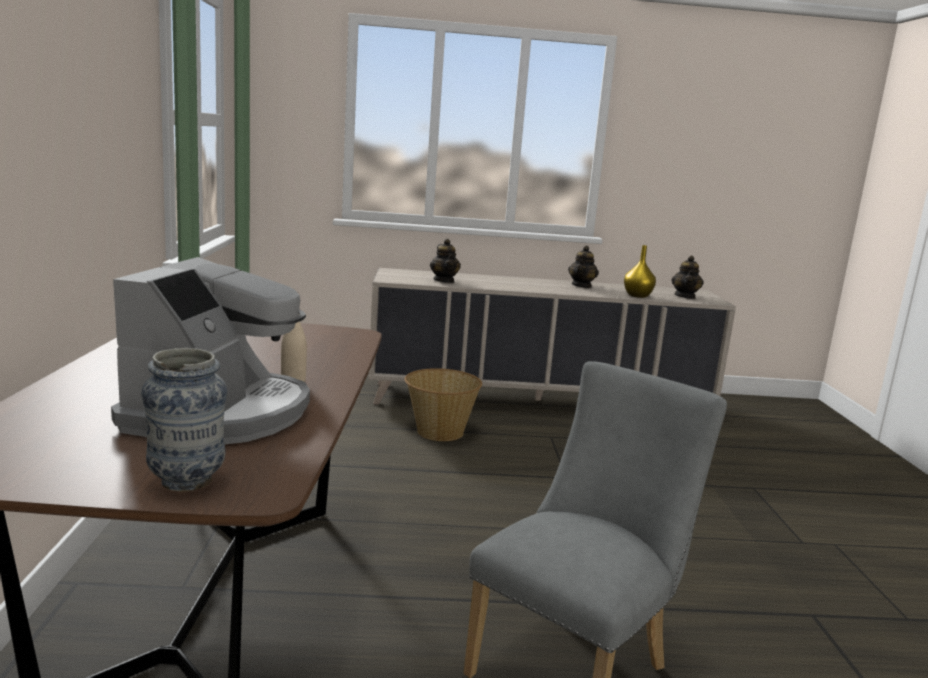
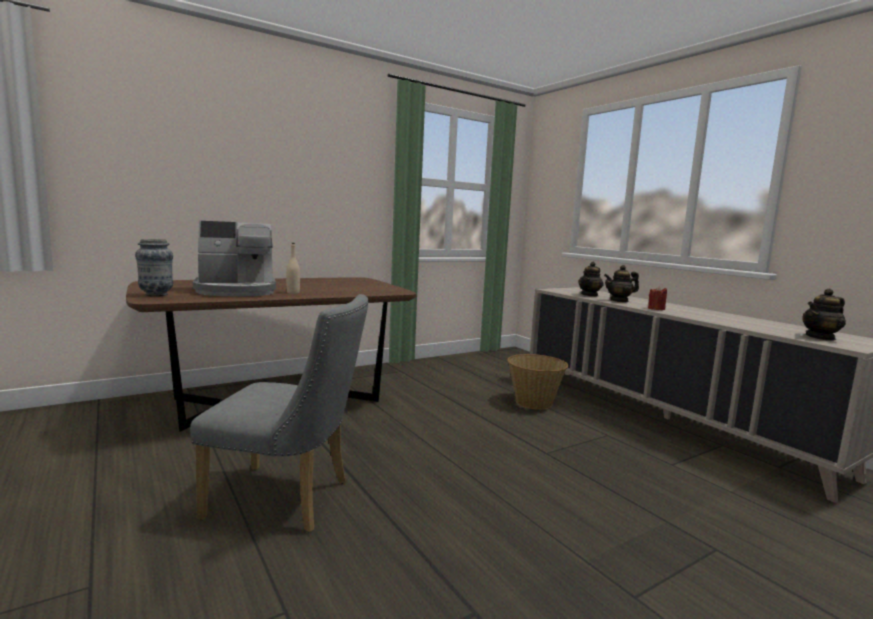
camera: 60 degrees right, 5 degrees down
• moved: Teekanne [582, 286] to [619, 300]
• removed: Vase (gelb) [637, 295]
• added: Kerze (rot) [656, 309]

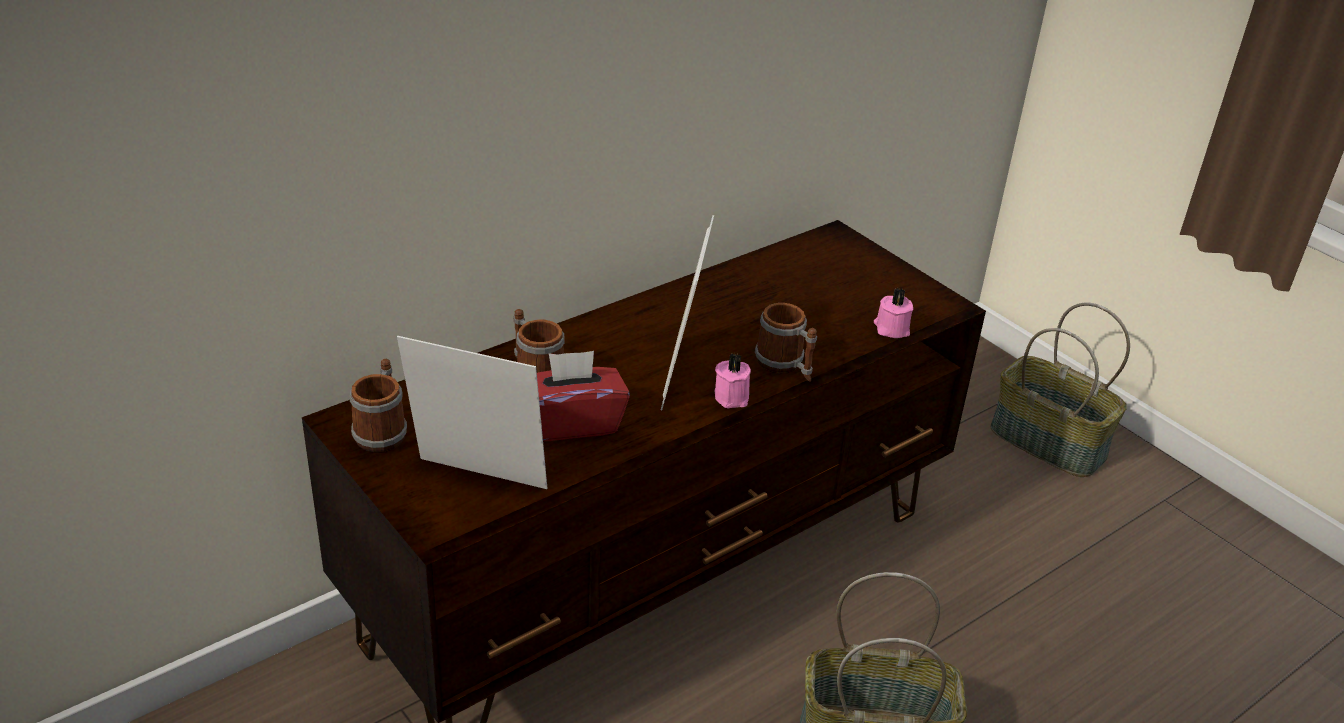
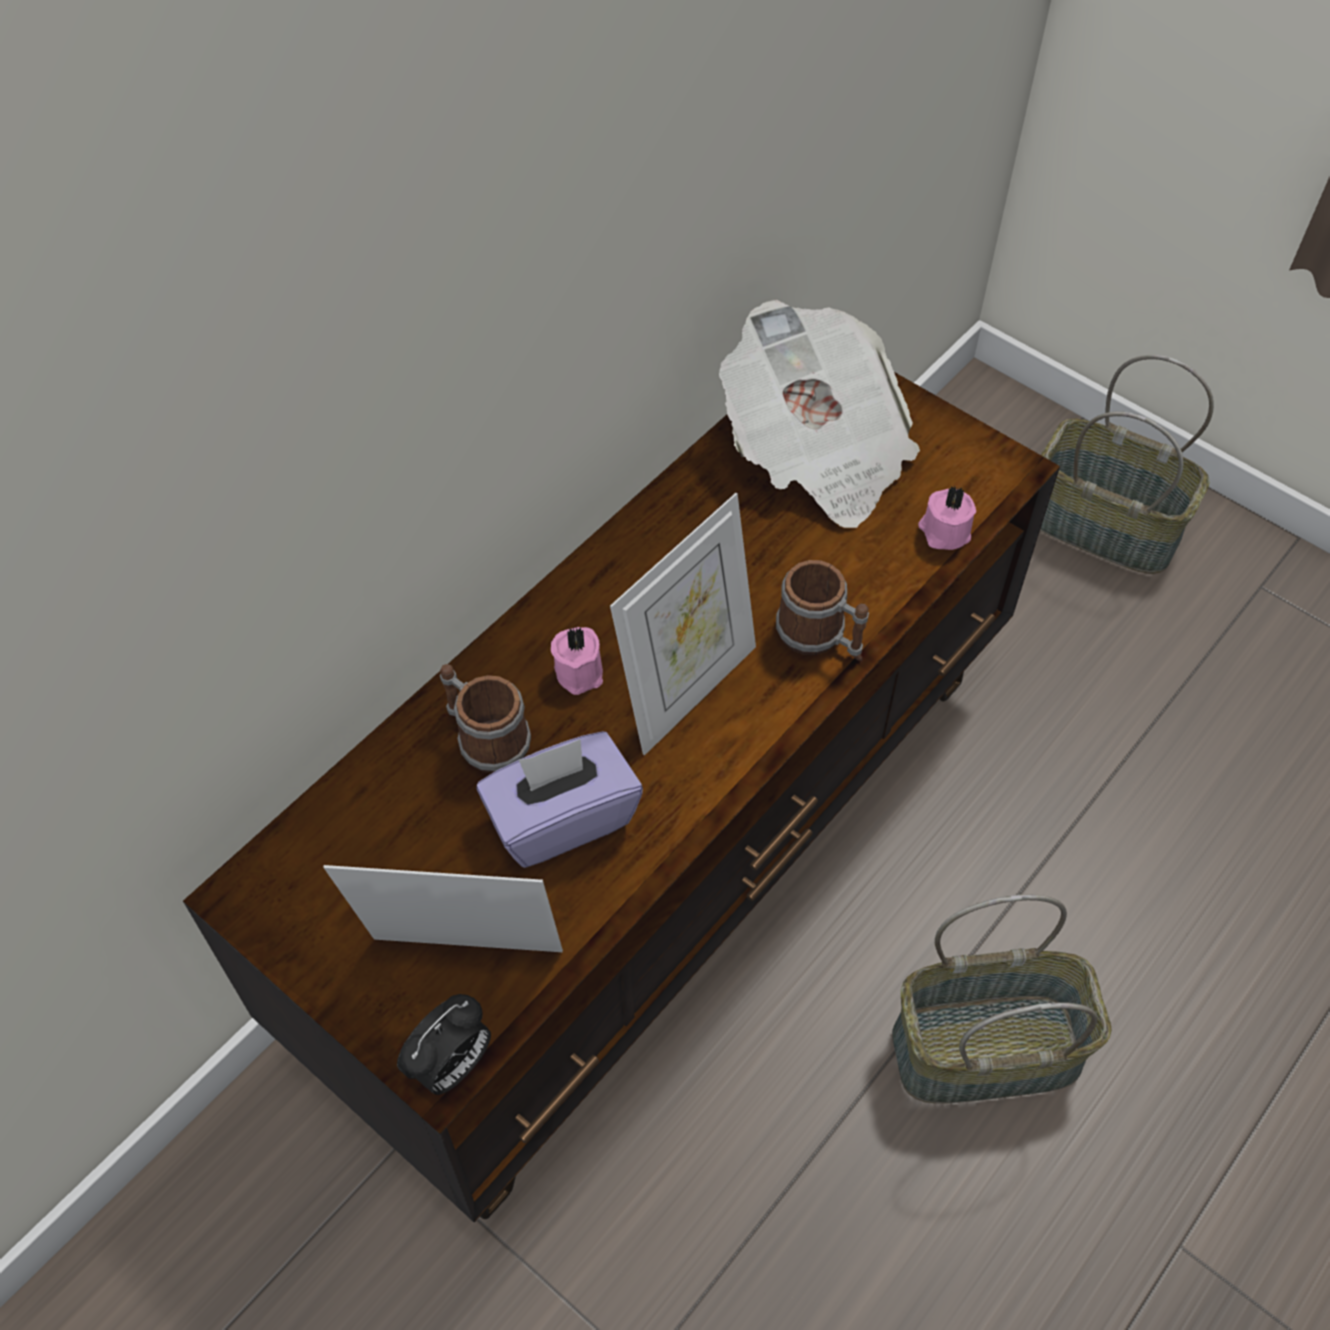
camera: 10 degrees left, 20 degrees up
• removed: Henkelbecher [382, 431]
• recoloured: Taschentuchbox (rot) [572, 423] to Taschentuchbox (lila) [561, 818]
• turned: Bilderrahmen [682, 375] = [687, 689] 135 degrees counterclockwise
• moved: Kerze (rosa) [733, 396] to [580, 670]
• added: Wecker [451, 1066]
• added: Zeitung [816, 451]

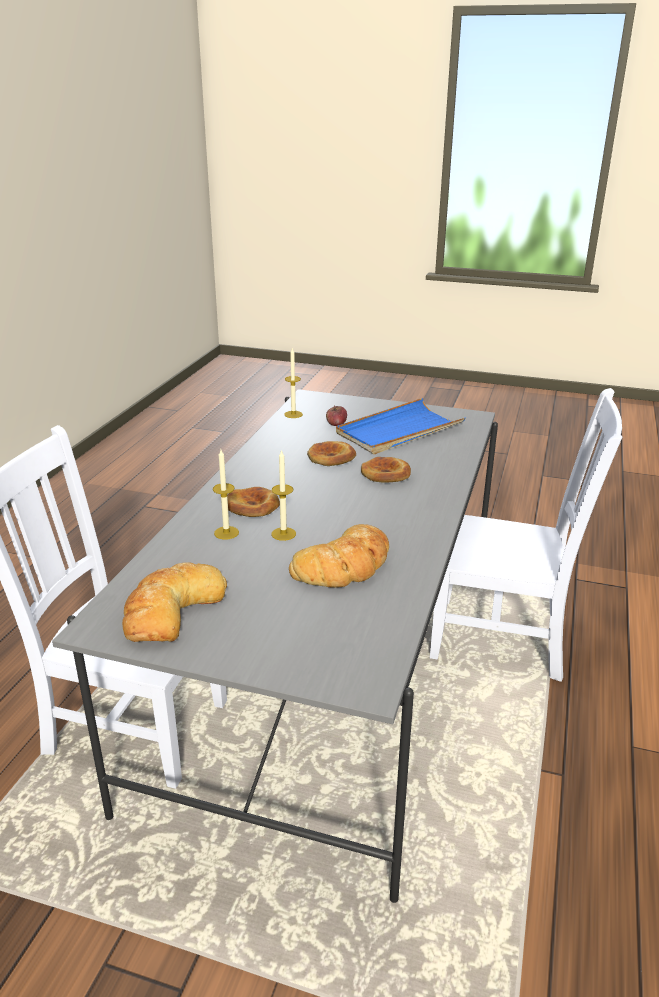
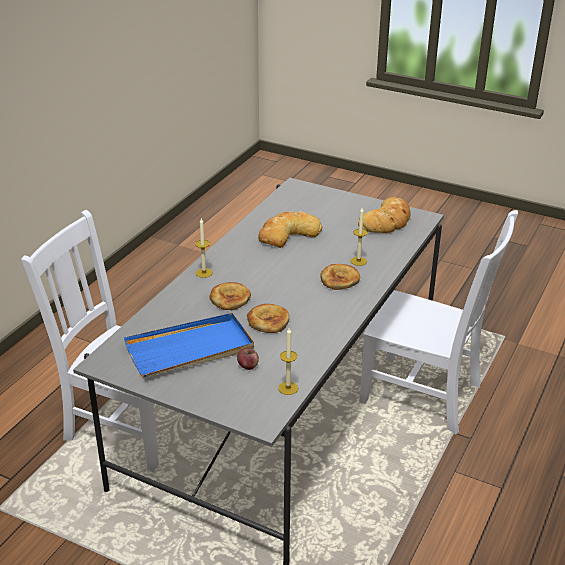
camera: 170 degrees left, 5 degrees up
• moved: Kerze [283, 534] to [204, 273]

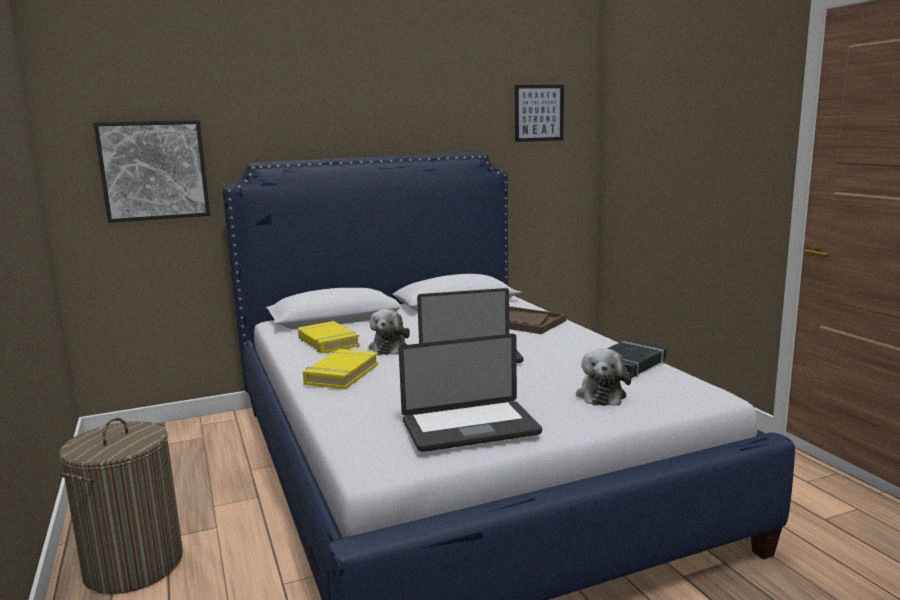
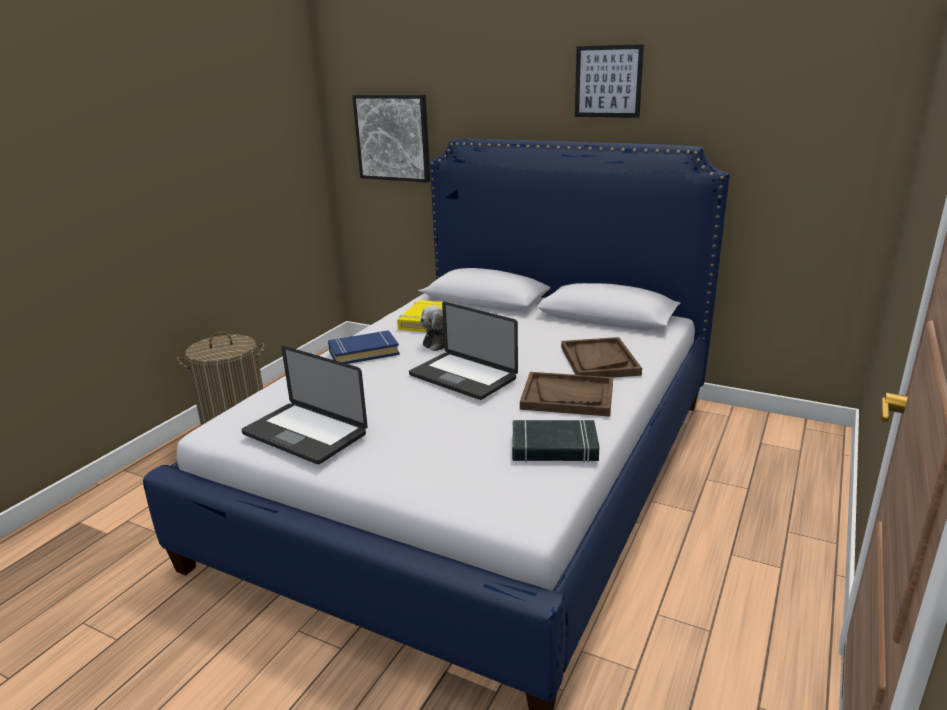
camera: 50 degrees right, 10 degrees up
• recoloured: Buch (gelb) [341, 374] to Buch (blau) [363, 352]
• moved: Bild [539, 113] to [608, 81]
• removed: Plüschtier [601, 395]
• added: Tablett (braun) [568, 396]

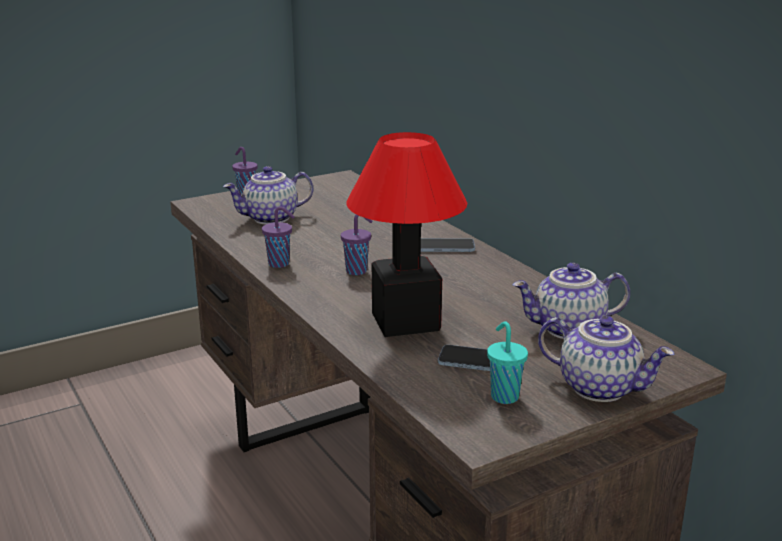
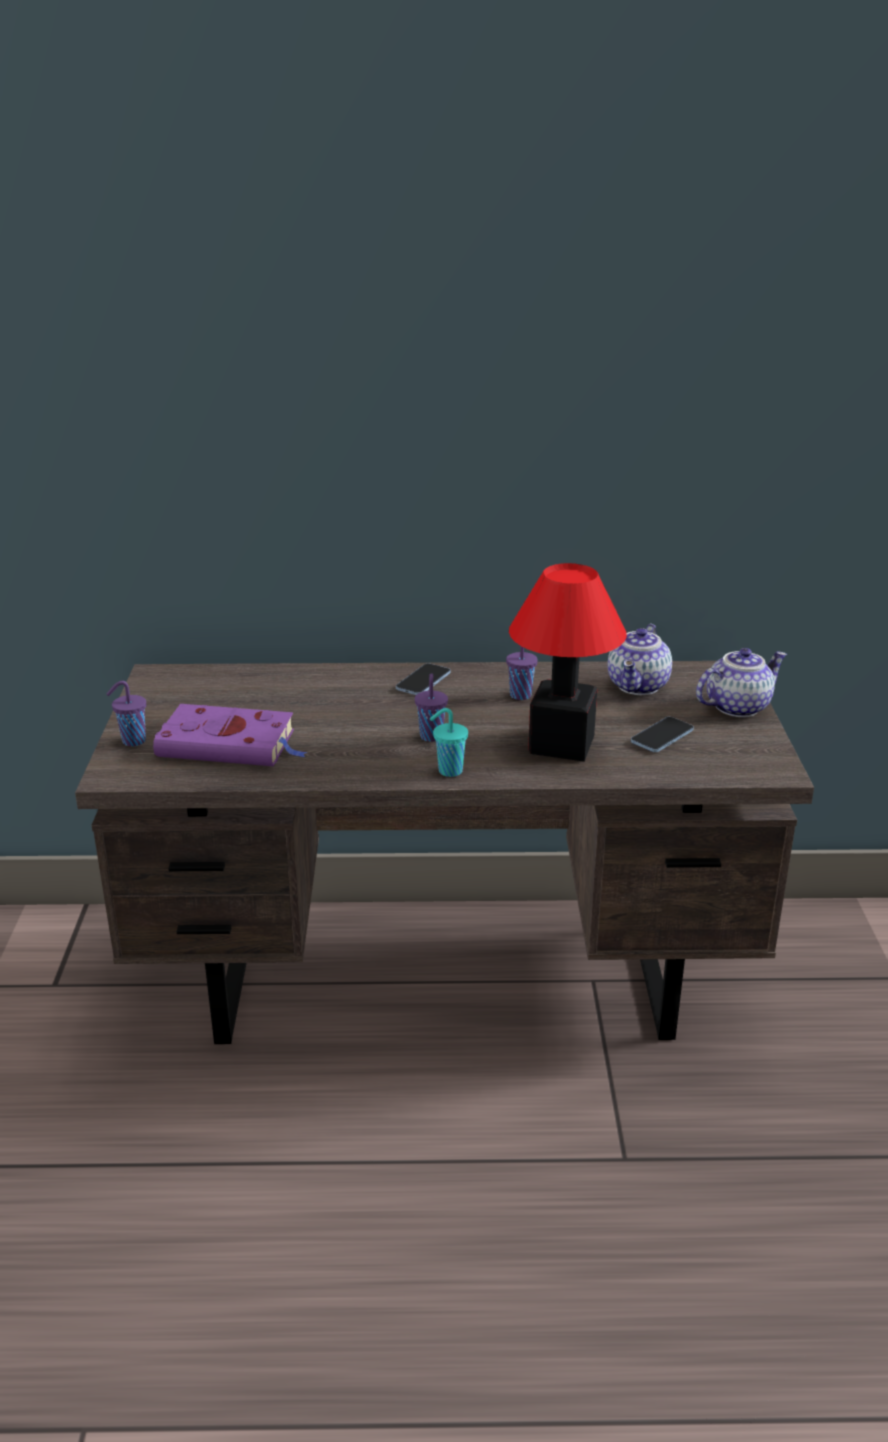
camera: 60 degrees left, 5 degrees up
• replaced: Teekanne [270, 219] to Buch (lila) [230, 744]
• moved: Tasse (lila) [280, 264] to [521, 695]
• moved: Tasse (türkis) [503, 396] to [448, 771]

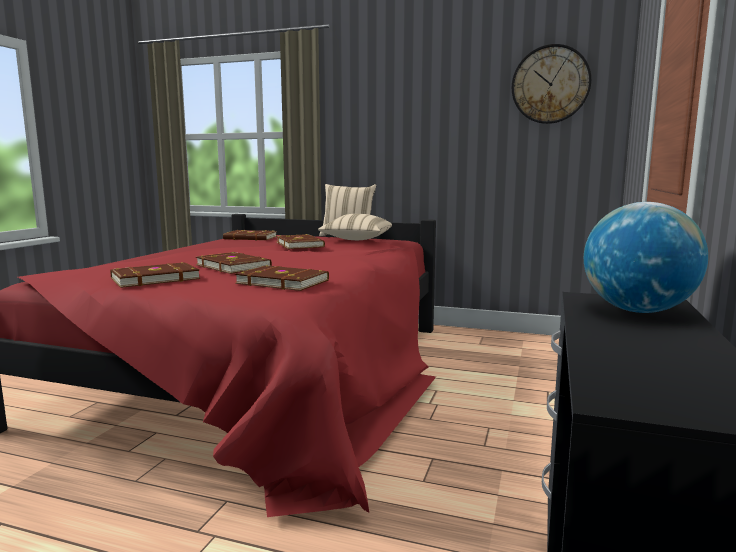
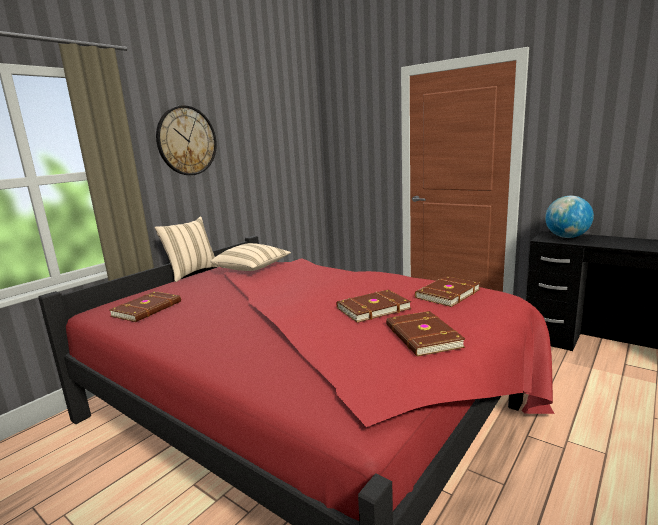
camera: 70 degrees left, 5 degrees up
• removed: Buch (braun) [300, 244]
• moved: Wanduhr [550, 84] to [186, 141]

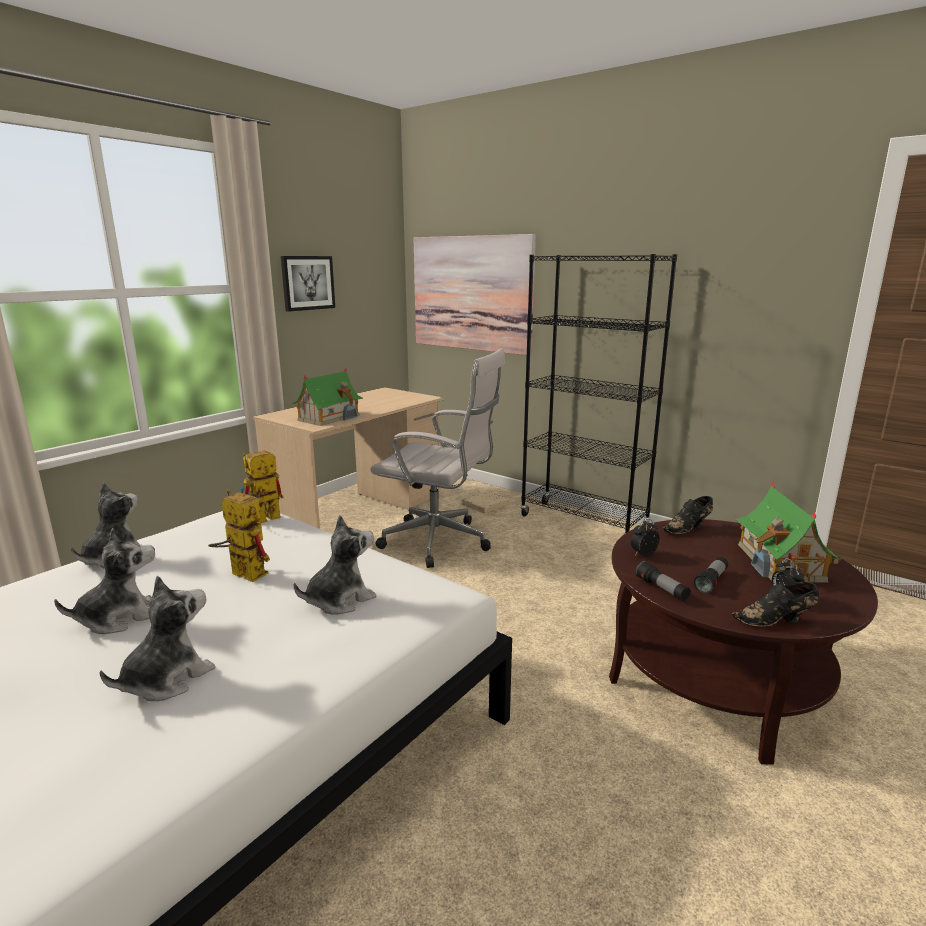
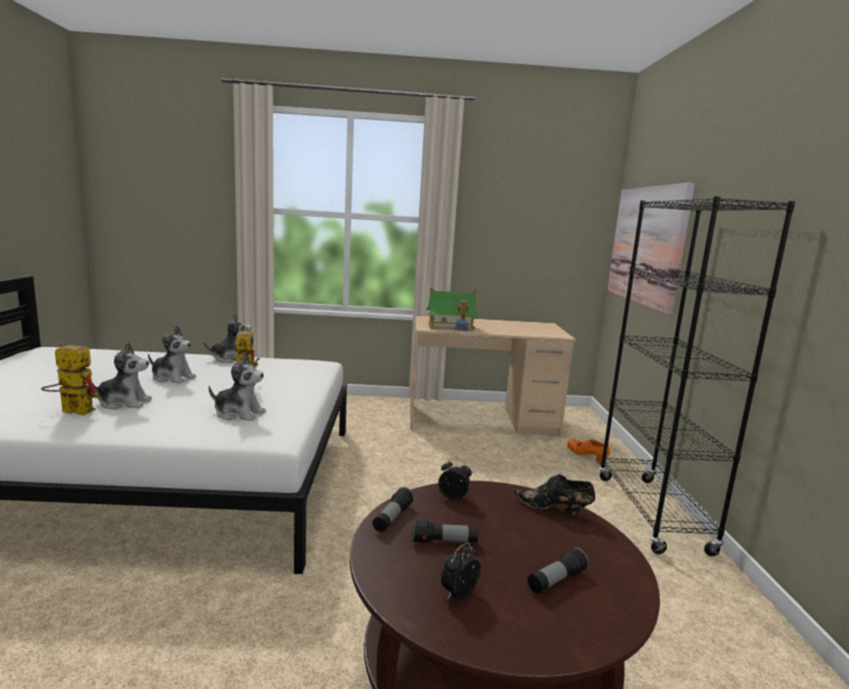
camera: 50 degrees right, 5 degrees down
• moved: Spielzeugroboter [260, 521] to [71, 411]
• removed: Bild [307, 283]
• removed: Bürostuhl (weiß) [440, 542]
• replaced: Buch (beige) [485, 505] to Schuh (orange) [587, 457]
• removed: Schuh (schwarz) [775, 621]
• replaced: Spielzeughaus [780, 562] to Taschenlampe [556, 581]

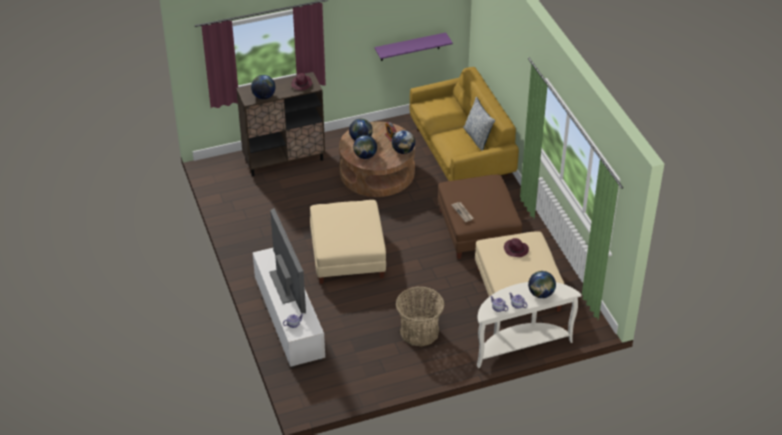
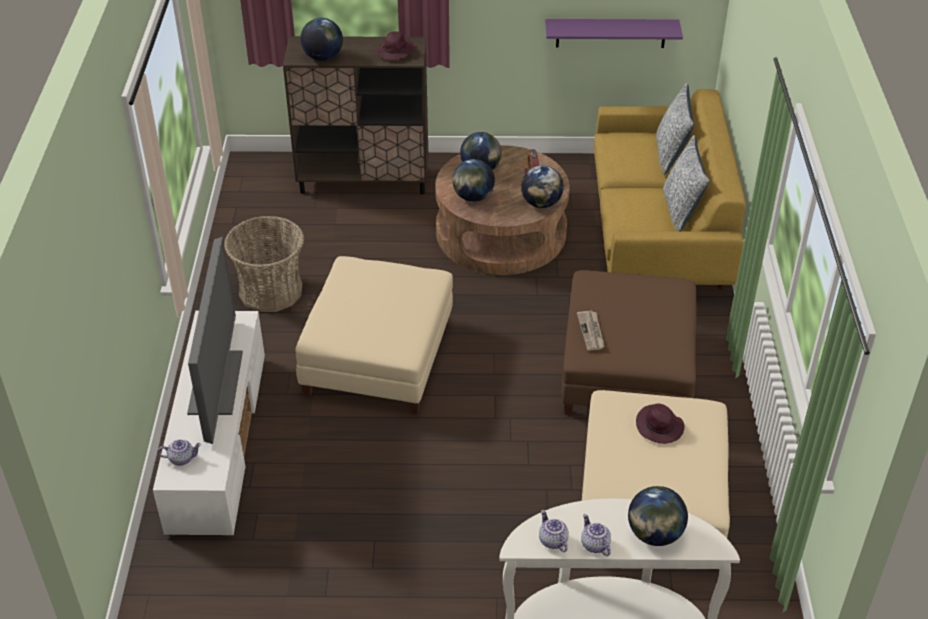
camera: 20 degrees right, 0 degrees up
• moved: Korb [419, 331] to [270, 290]
• added: Kissen [671, 154]

